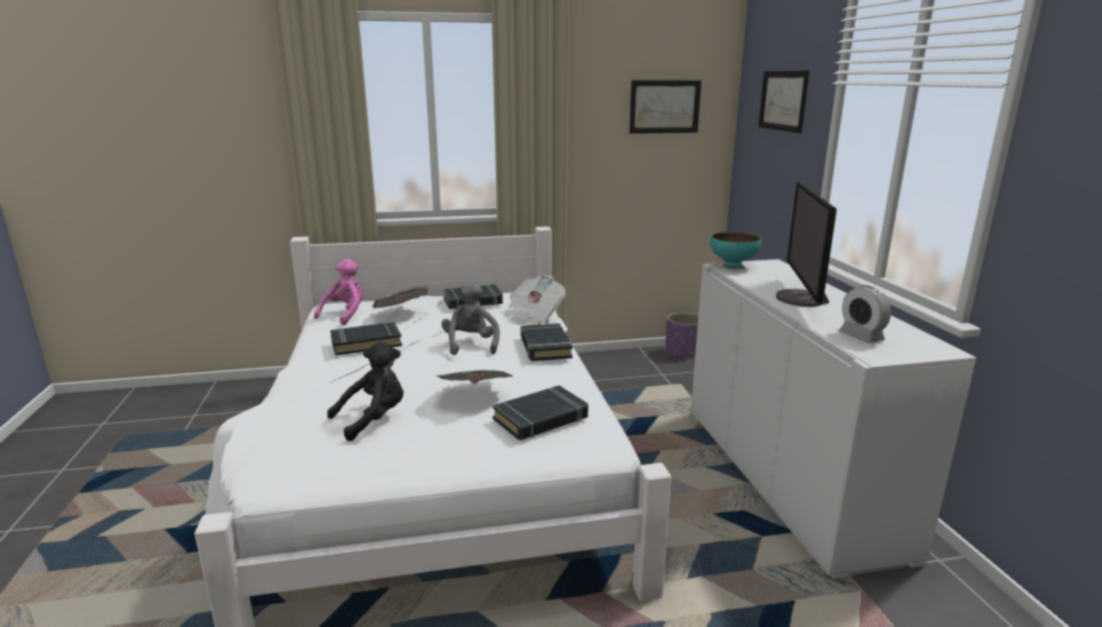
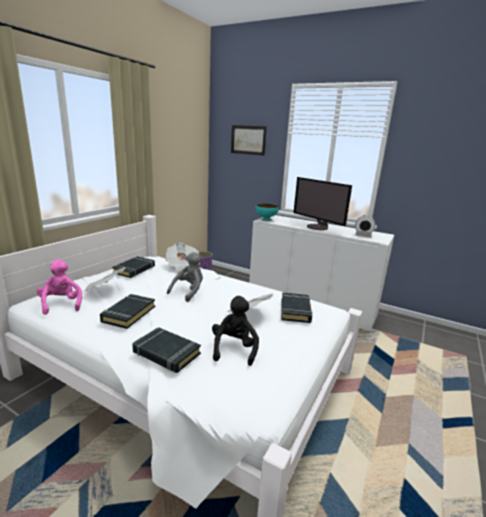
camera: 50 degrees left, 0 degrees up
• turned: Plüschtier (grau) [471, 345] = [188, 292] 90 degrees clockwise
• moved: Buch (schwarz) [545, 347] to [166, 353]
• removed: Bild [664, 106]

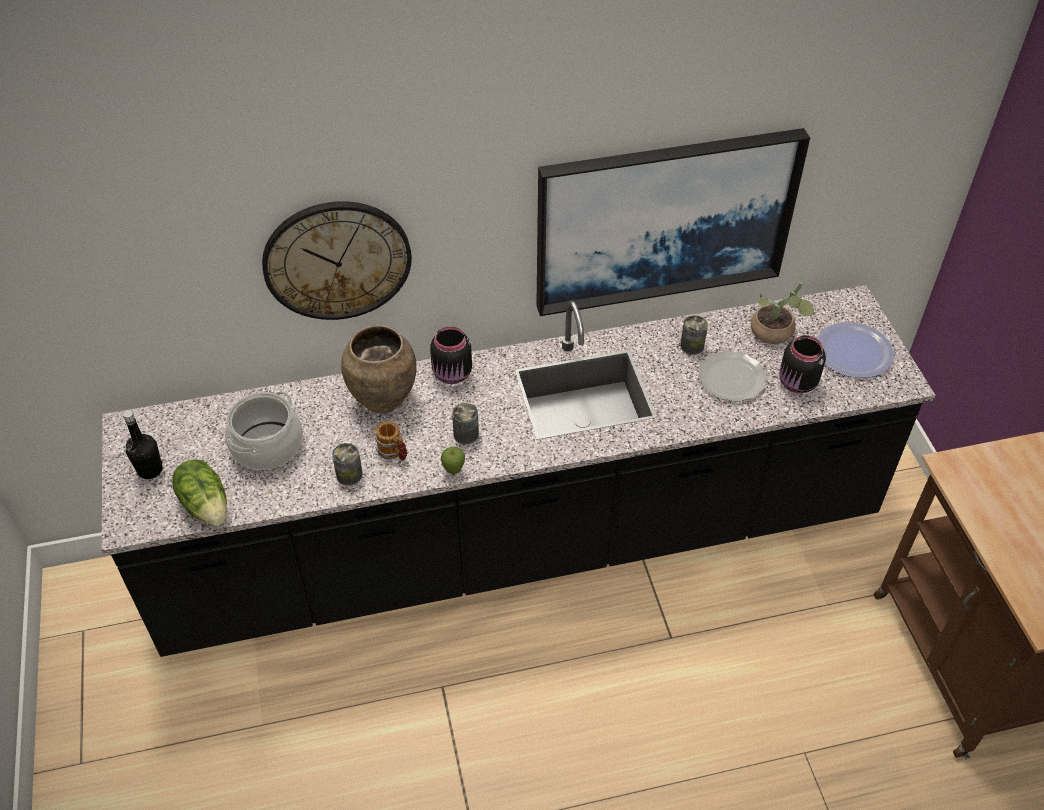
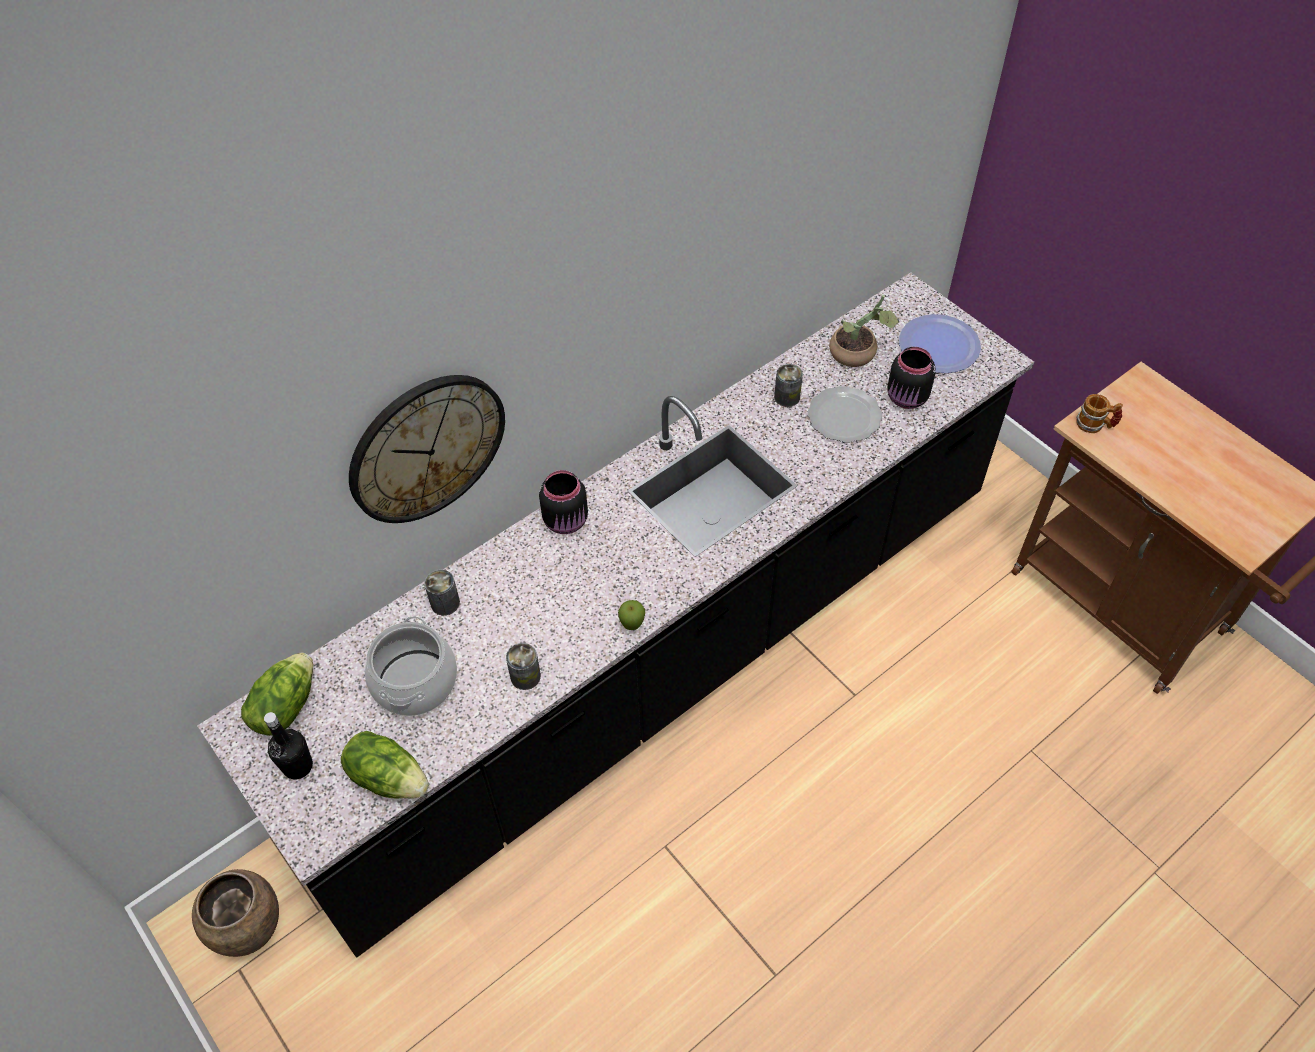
camera: 25 degrees left, 5 degrees up
• moved: Vase (braun) [382, 400] to [250, 931]
• moved: Henkelbecher [394, 453] to [1095, 425]
• moved: Dose [466, 434] to [445, 603]
• removed: Bild [664, 220]
• added: Salatkopf [285, 707]

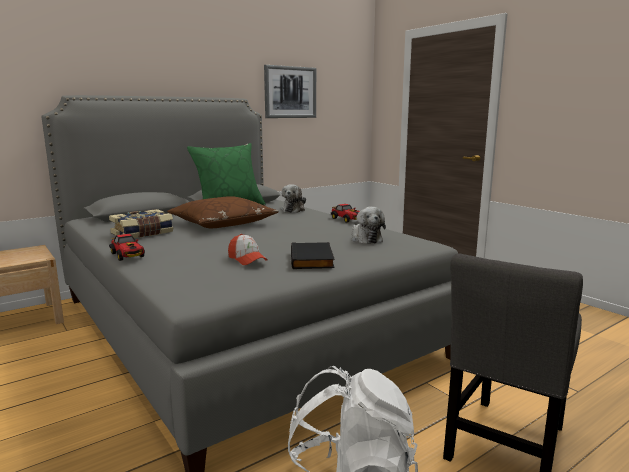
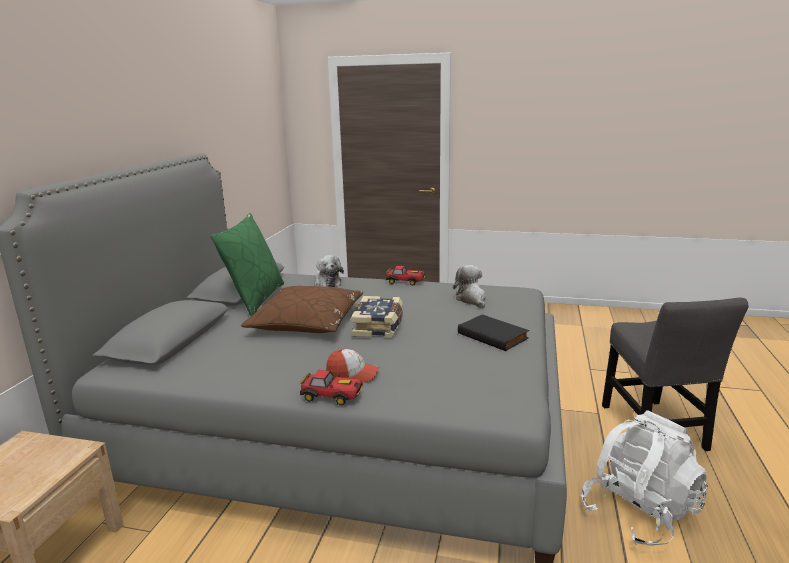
camera: 40 degrees left, 5 degrees up
• moved: Buch [143, 234] to [379, 326]
• moved: Kappe [247, 259] to [352, 374]
• removed: Bild [290, 92]
• turned: Plüschtier [365, 239] = [471, 300] 135 degrees counterclockwise

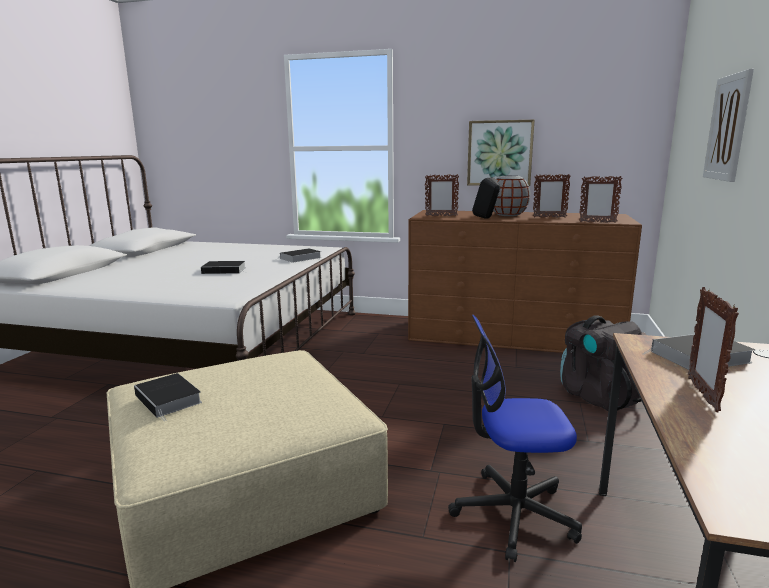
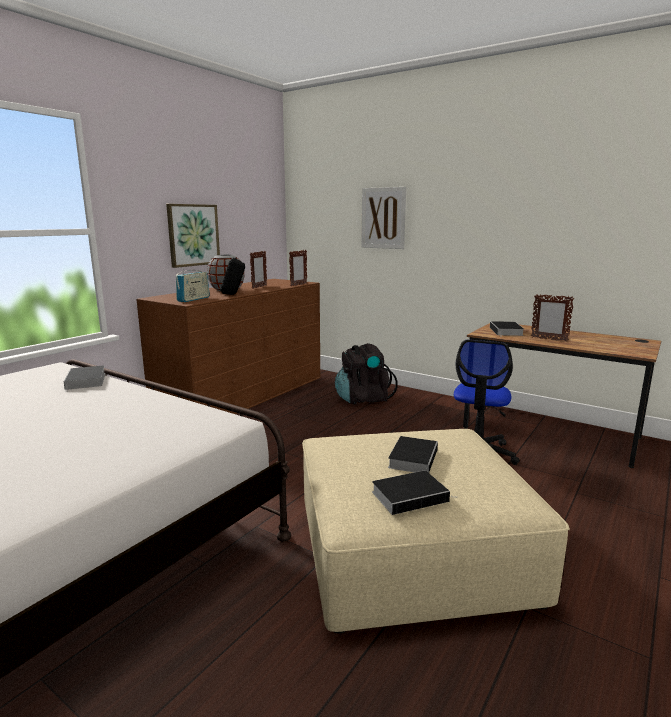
camera: 70 degrees left, 0 degrees up
• moved: Buch [225, 270] to [413, 457]
• replaced: Bilderrahmen [441, 216] to Radio [193, 299]

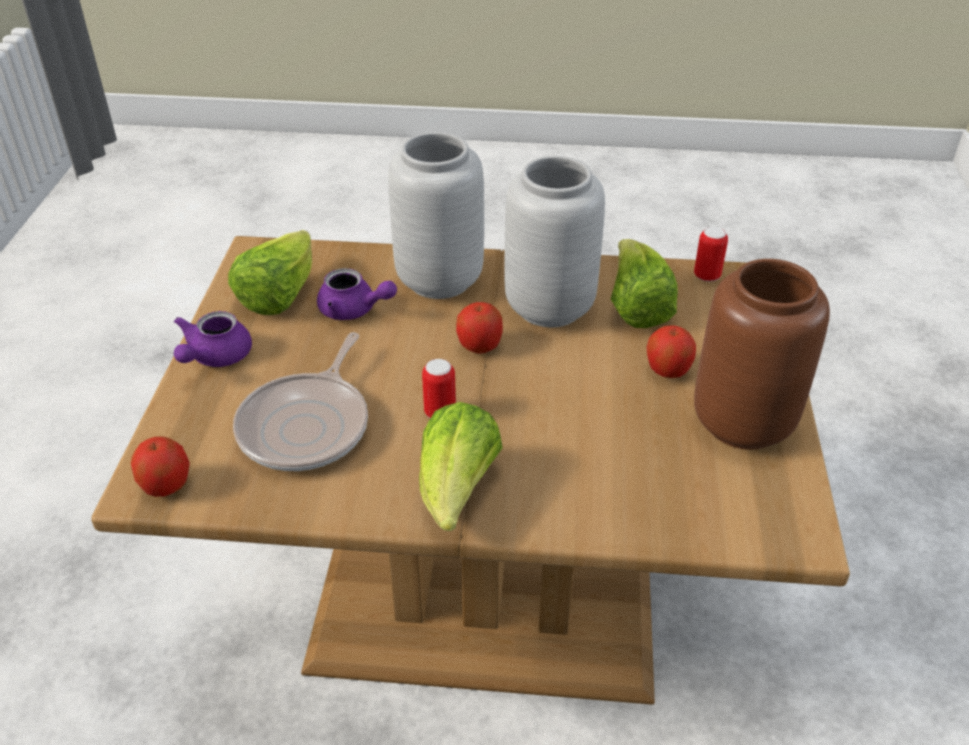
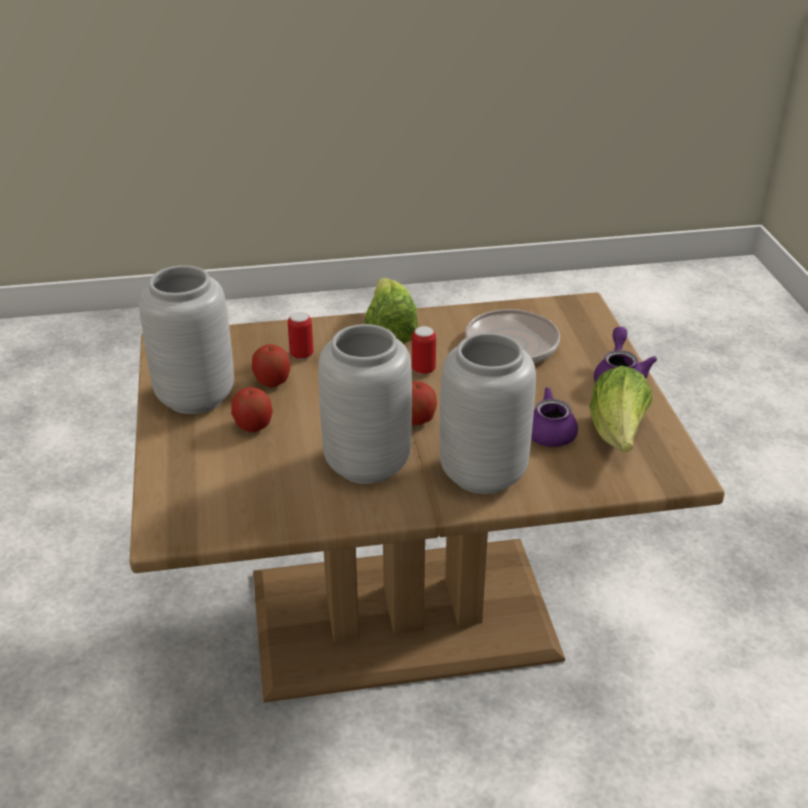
camera: 165 degrees right, 5 degrees down
• moved: Apfel [166, 485] to [272, 382]
• removed: Salatkopf [636, 307]
• moved: Dose [707, 276] to [301, 355]
• recoloured: Vase (braun) [744, 424] to Vase (grau) [194, 397]

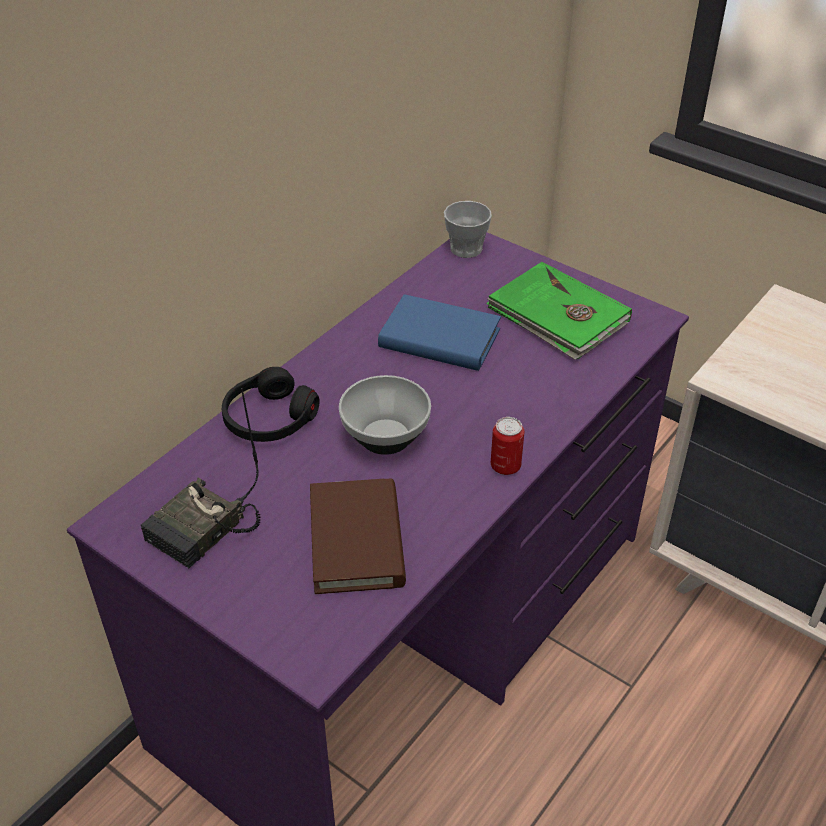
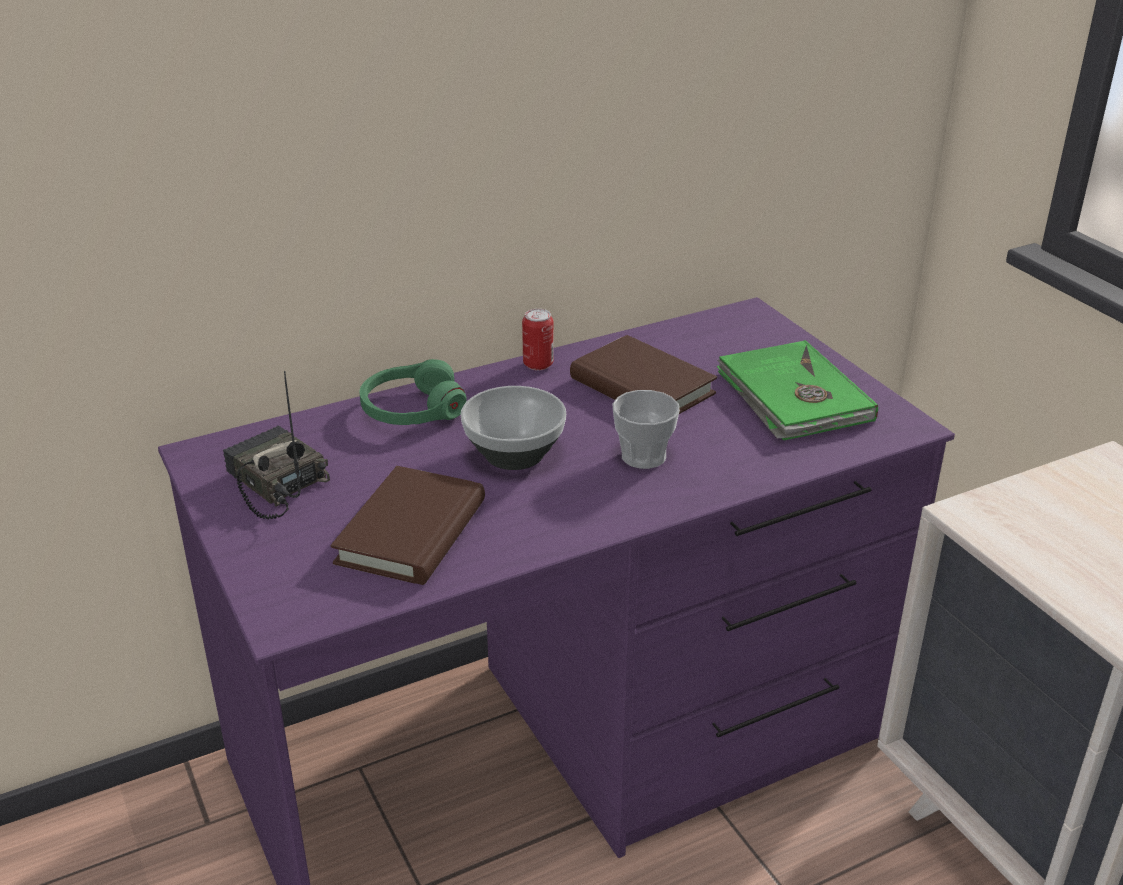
camera: 25 degrees right, 10 degrees down
• turned: Radio [204, 532] = [273, 483] 75 degrees clockwise
• recoloured: Kopfhörer (schwarz) [269, 418] to Kopfhörer (grün) [412, 409]
• recoloured: Buch (blau) [439, 339] to Buch (braun) [642, 386]
• moved: Tasse [466, 249] to [643, 456]
• moved: Dose [505, 466] to [538, 364]

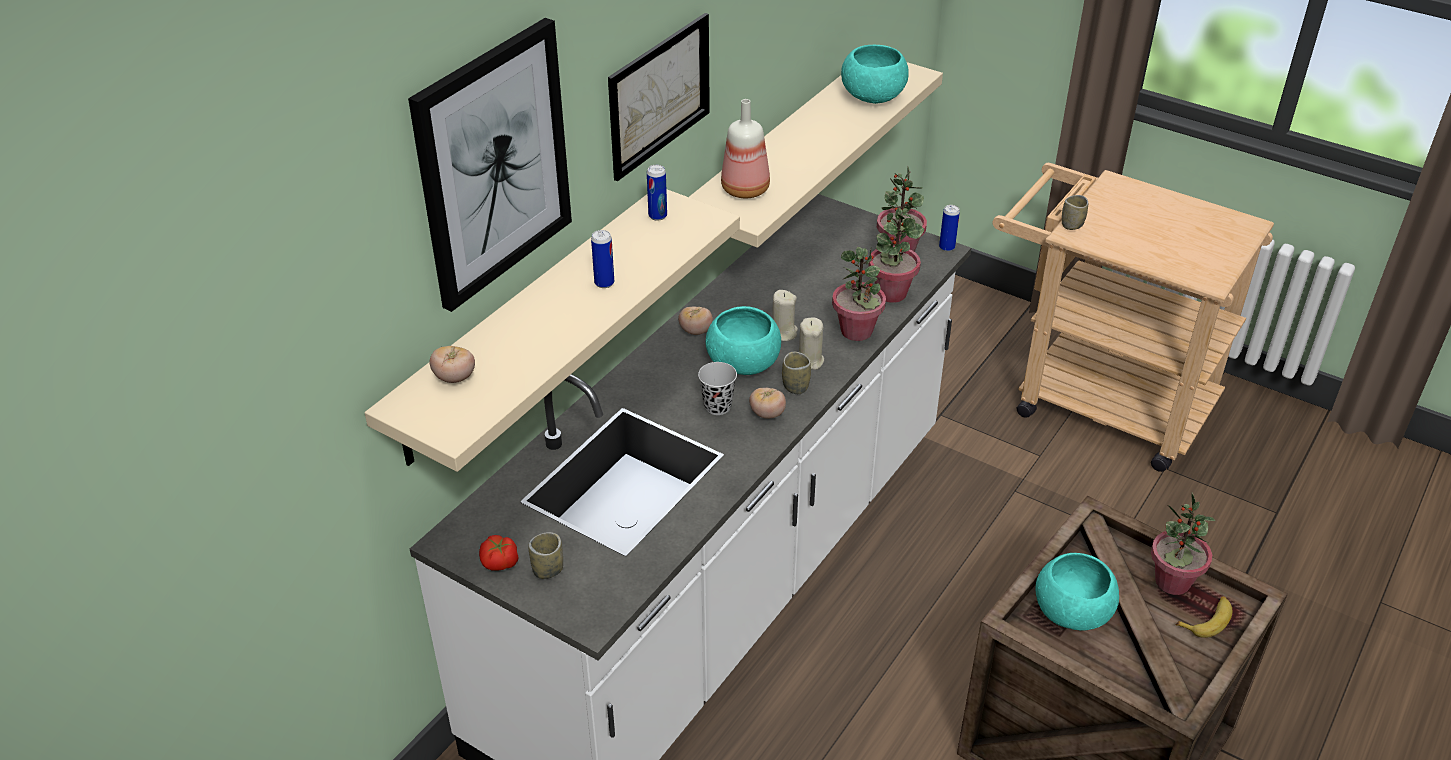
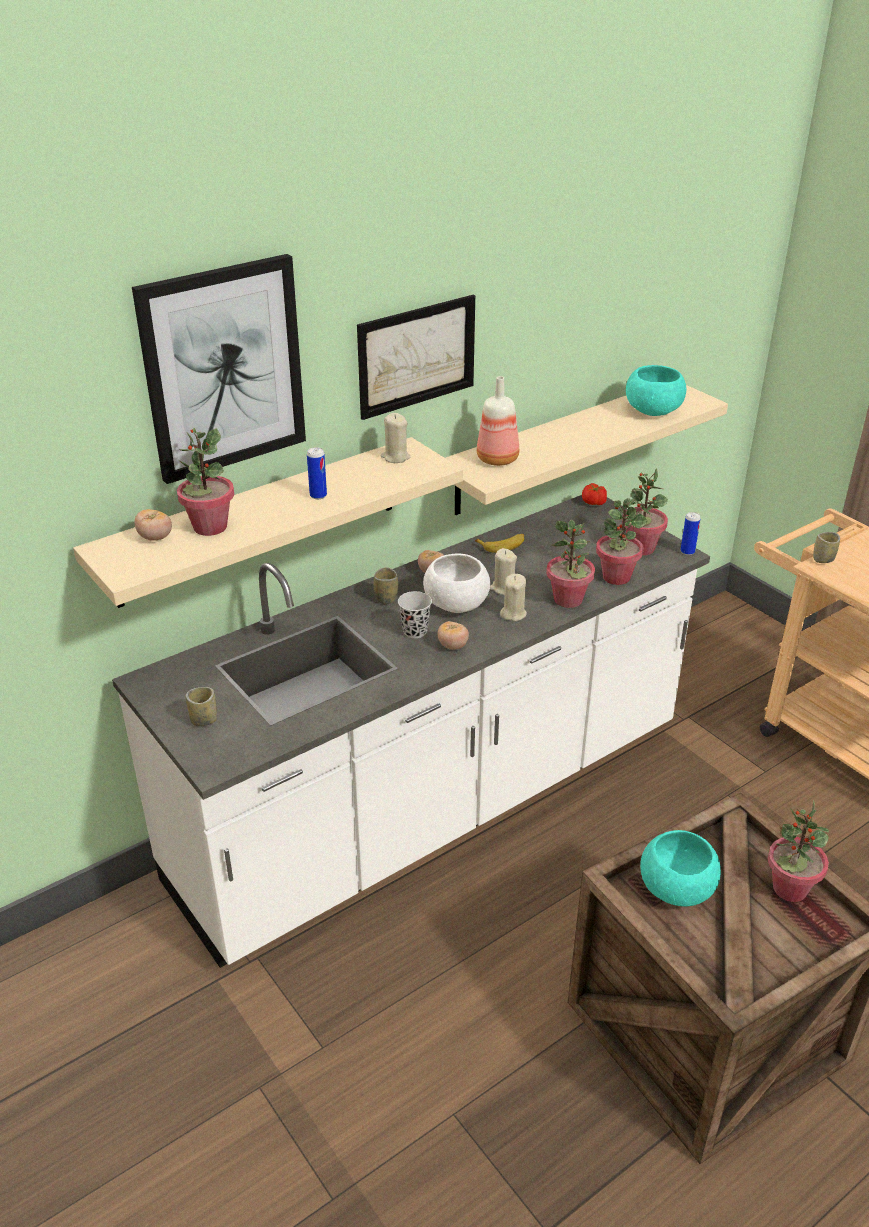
camera: 20 degrees right, 5 degrees down
• moved: Tomate [500, 562] to [593, 502]
• replaced: Dose [657, 216] to Kerze (beige) [395, 457]
• recoloured: Schüssel (türkis) [743, 364] to Schüssel (weiß) [456, 604]
• moved: Tasse [795, 386] to [386, 598]
• moved: Banane [1207, 620] to [502, 545]
• added: Topfpflanze [209, 527]

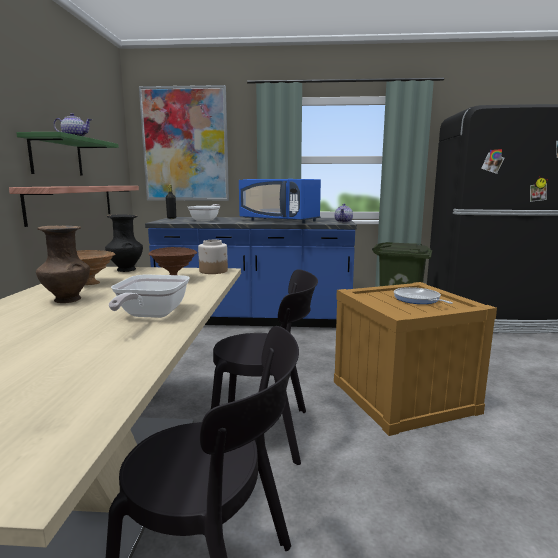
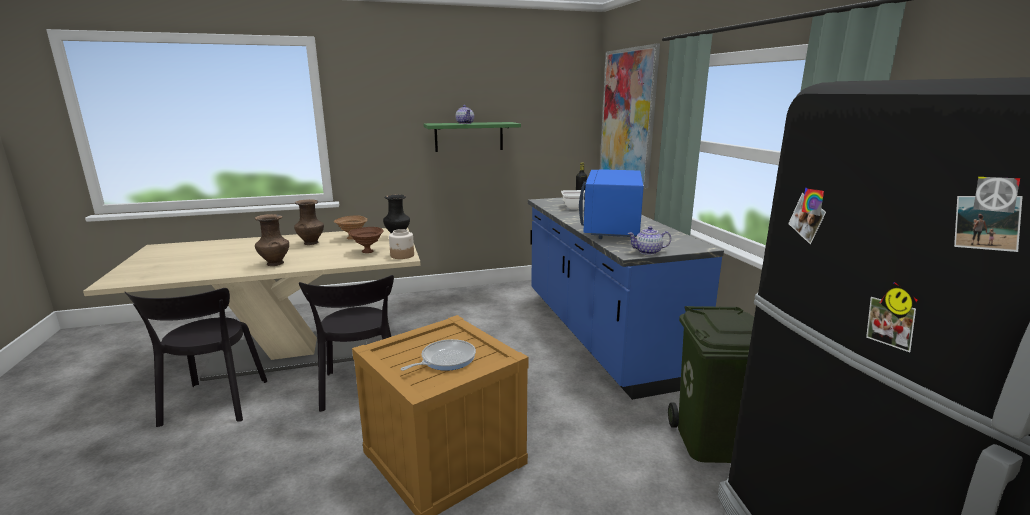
camera: 70 degrees right, 5 degrees up
• removed: Wandregal [72, 202]
• replaced: Pfanne [150, 315] to Vase (braun) [274, 263]

